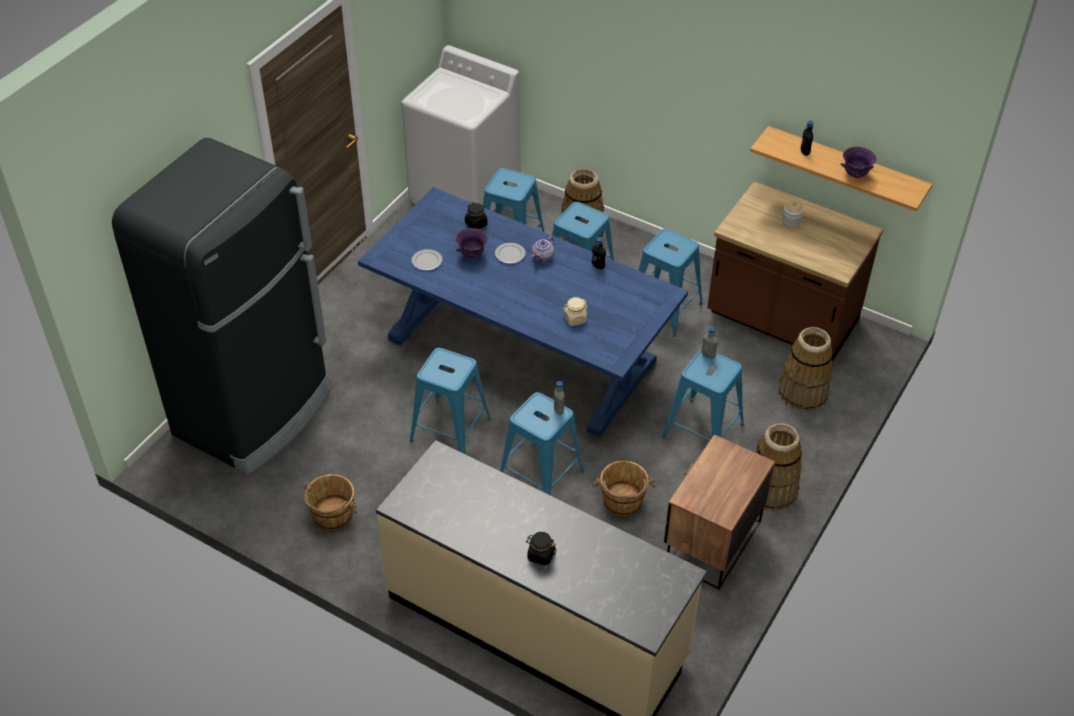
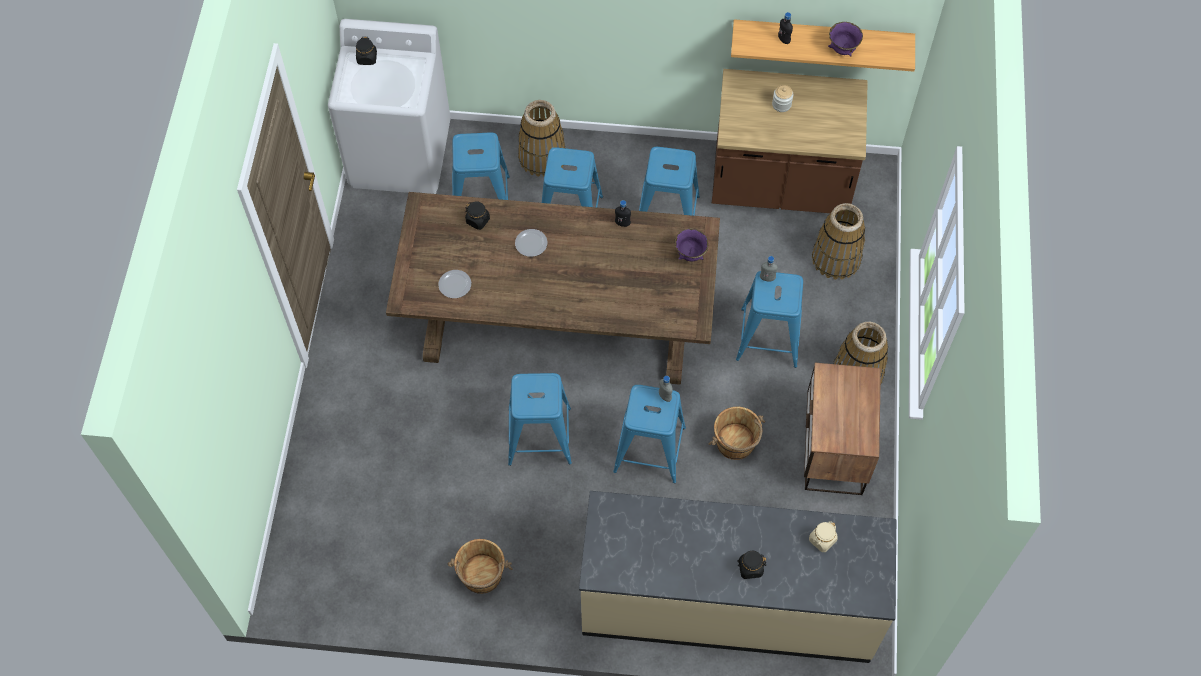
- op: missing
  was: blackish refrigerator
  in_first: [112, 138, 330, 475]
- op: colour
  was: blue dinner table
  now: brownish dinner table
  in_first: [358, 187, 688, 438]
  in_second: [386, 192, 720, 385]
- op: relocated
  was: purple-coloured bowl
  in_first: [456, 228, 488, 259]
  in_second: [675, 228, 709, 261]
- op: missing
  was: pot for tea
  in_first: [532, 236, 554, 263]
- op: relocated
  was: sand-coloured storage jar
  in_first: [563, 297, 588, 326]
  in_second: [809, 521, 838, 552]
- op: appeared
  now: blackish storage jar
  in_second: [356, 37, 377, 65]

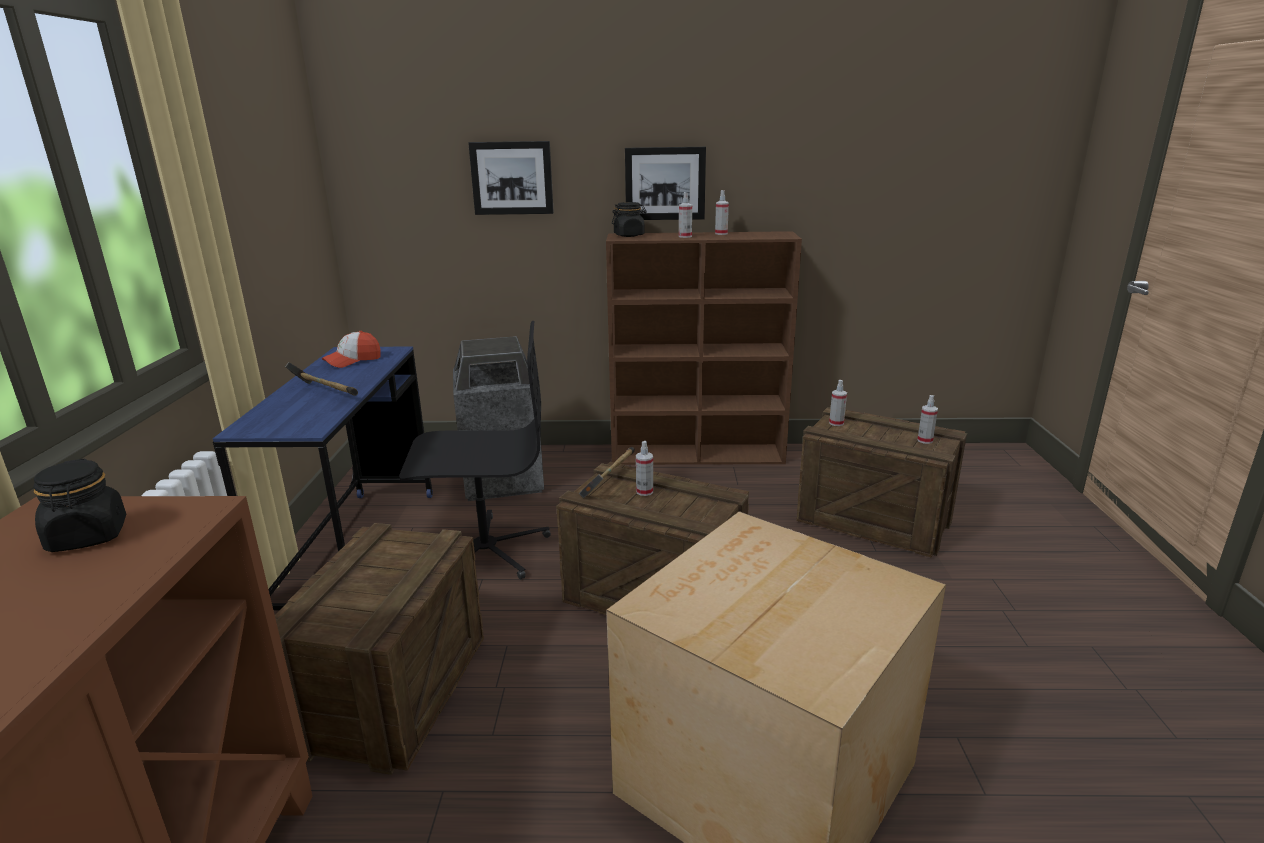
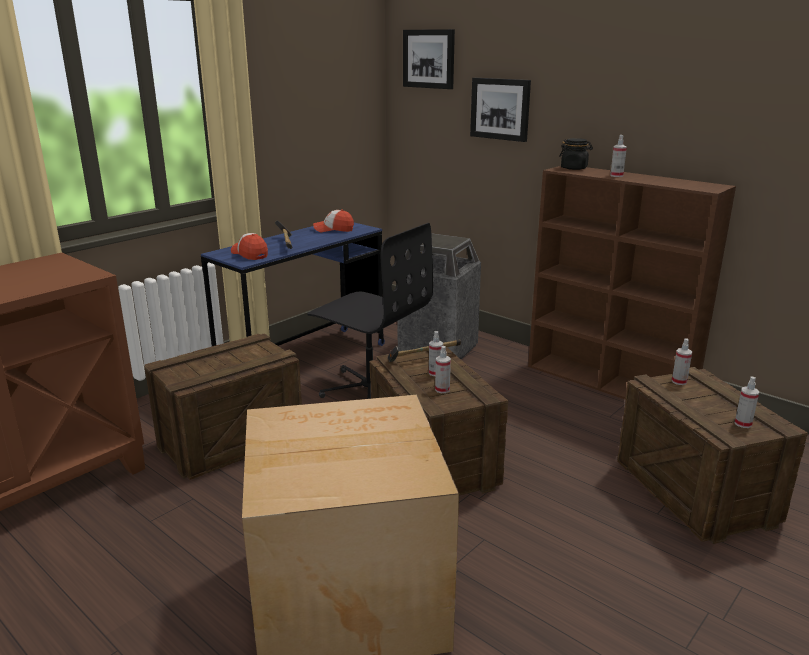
- op: missing
  was: blackish storage jar
  in_first: [33, 458, 126, 552]
- op: relocated
  was: wall art
  in_first: [625, 147, 706, 220]
  in_second: [403, 29, 455, 89]
- op: relocated
  was: sprayer
  in_first: [715, 190, 729, 235]
  in_second: [435, 346, 451, 393]
- op: appeared
  now: peaked cap
  in_second: [231, 233, 268, 260]

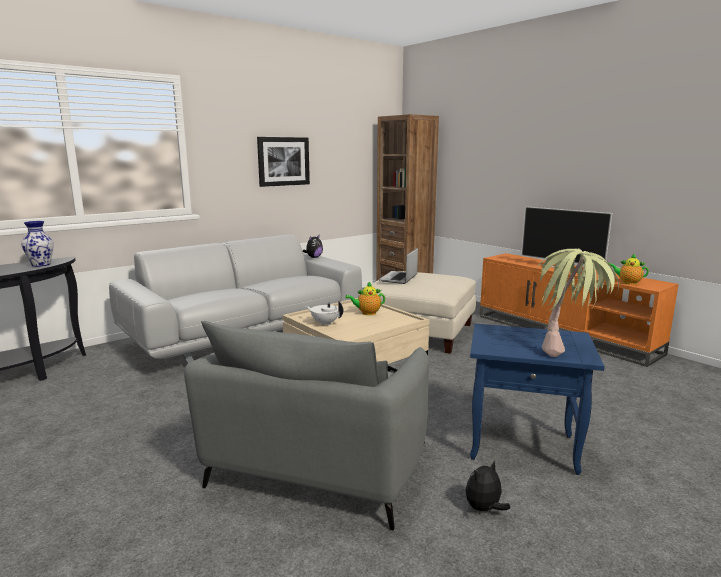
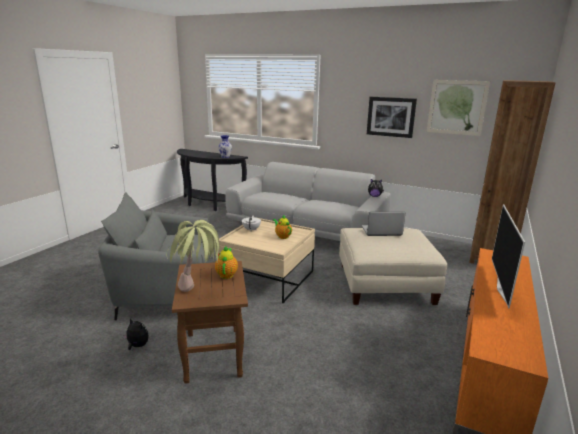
- op: colour
  was: blue side table
  now: brownish side table
  in_first: [470, 324, 605, 475]
  in_second: [172, 261, 248, 384]
- op: relocated
  was: pot for tea
  in_first: [609, 254, 649, 285]
  in_second: [215, 246, 238, 279]
- op: appeared
  now: wall art
  in_second: [427, 80, 490, 136]

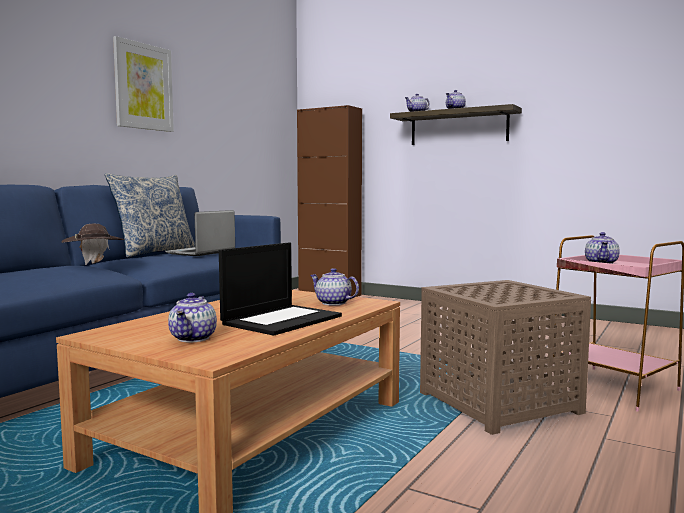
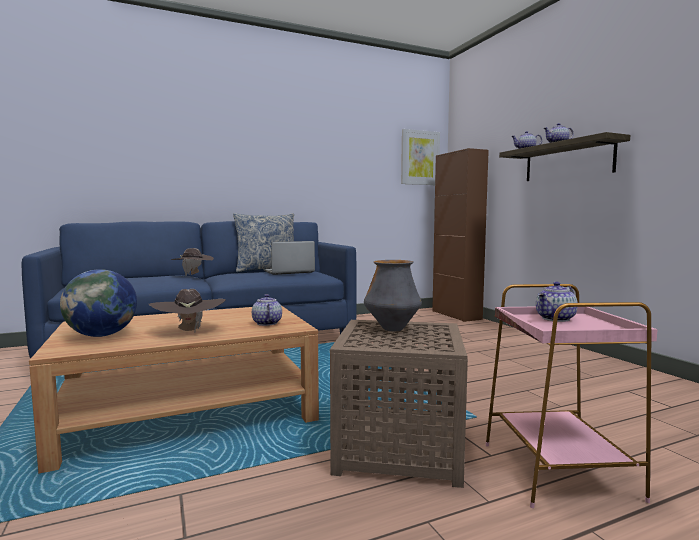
- op: relocated
  was: wall art
  in_first: [113, 36, 174, 132]
  in_second: [401, 129, 440, 185]
- op: exchanged
  was: pot for tea
  now: desk globe
  in_first: [168, 293, 217, 342]
  in_second: [60, 269, 137, 337]
- op: exchanged
  was: notebook computer
  now: brownish clothing hat
  in_first: [219, 243, 342, 336]
  in_second: [149, 289, 226, 332]
- op: appeared
  now: decorative vase
  in_second: [364, 260, 422, 331]

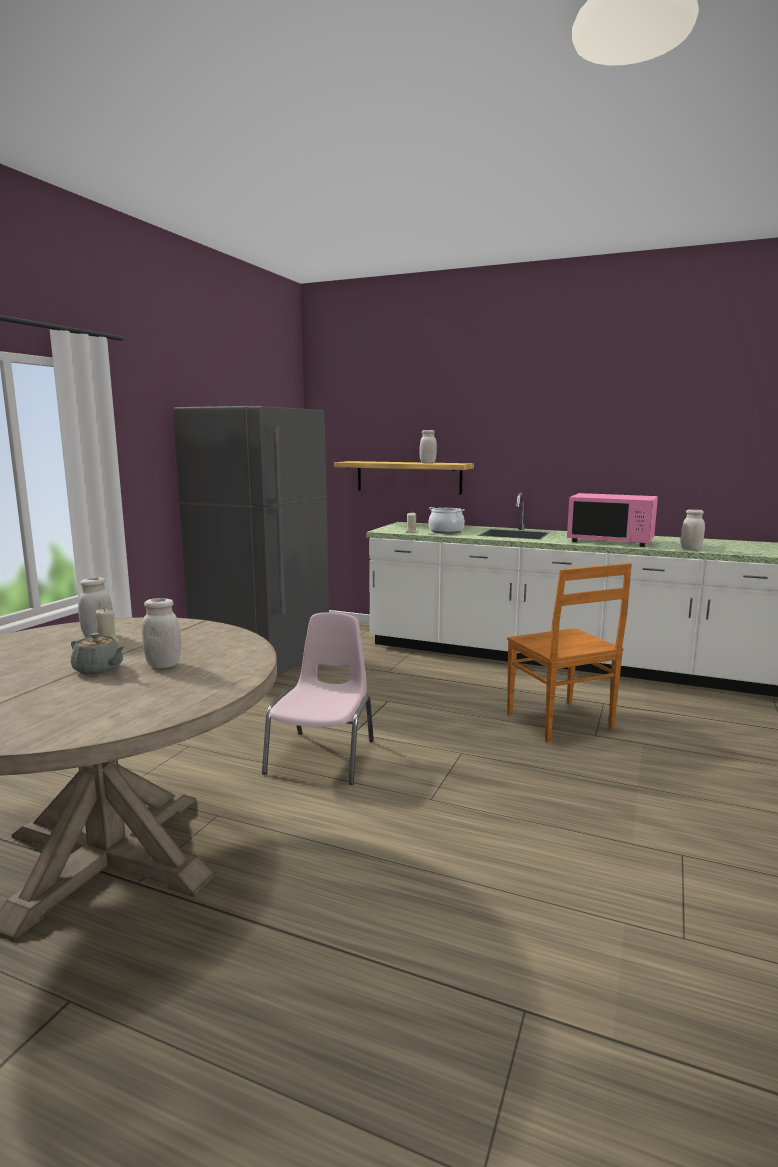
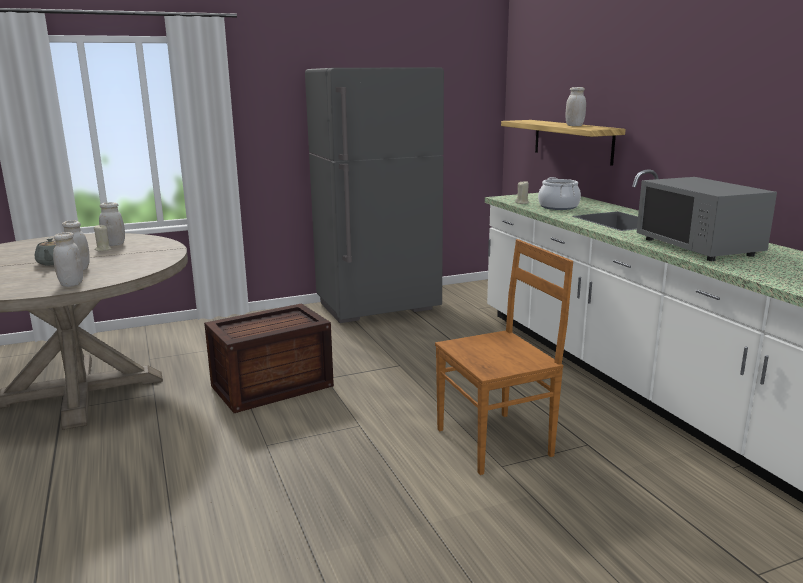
- op: exchanged
  was: pink plain chair
  now: crate
  in_first: [262, 612, 374, 785]
  in_second: [204, 303, 334, 413]
- op: spun
  was: brownish plain chair
  in_first: [507, 563, 632, 743]
  in_second: [435, 239, 573, 475]
  clockwise: -135
- op: colour
  was: pink kitchen microwave
  now: gray kitchen microwave
  in_first: [567, 493, 658, 547]
  in_second: [636, 177, 777, 261]
- op: relocated
  was: whitish storage jar
  in_first: [681, 509, 705, 550]
  in_second: [53, 232, 83, 287]

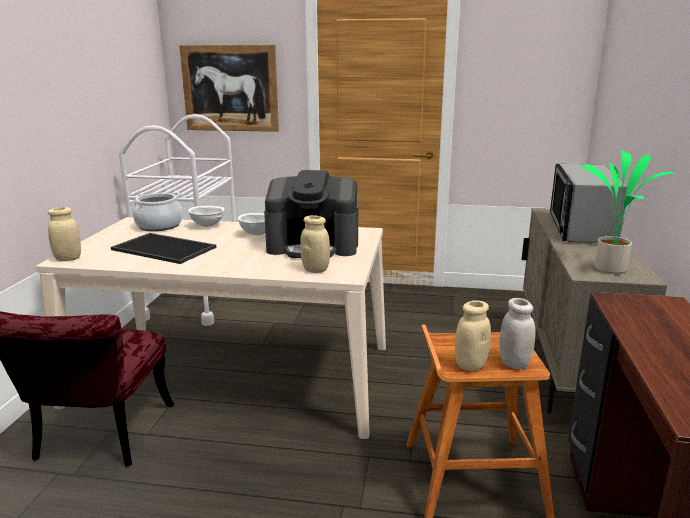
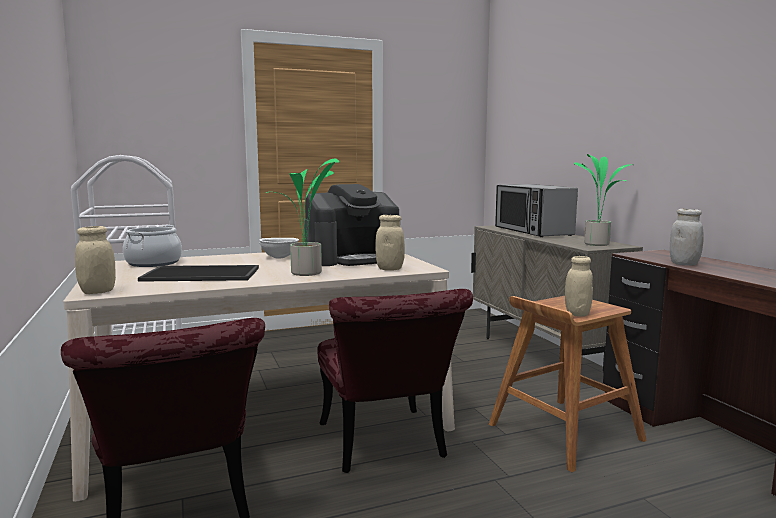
- op: missing
  was: wall art
  in_first: [179, 45, 279, 132]
- op: missing
  was: whitish bowl
  in_first: [188, 206, 224, 227]
- op: relocated
  was: whitish storage jar
  in_first: [499, 298, 536, 369]
  in_second: [670, 208, 704, 266]
- op: appeared
  now: plant in a pot
  in_second: [266, 159, 339, 276]
- op: appeared
  now: red-coloured plain chair
  in_second: [318, 289, 473, 473]

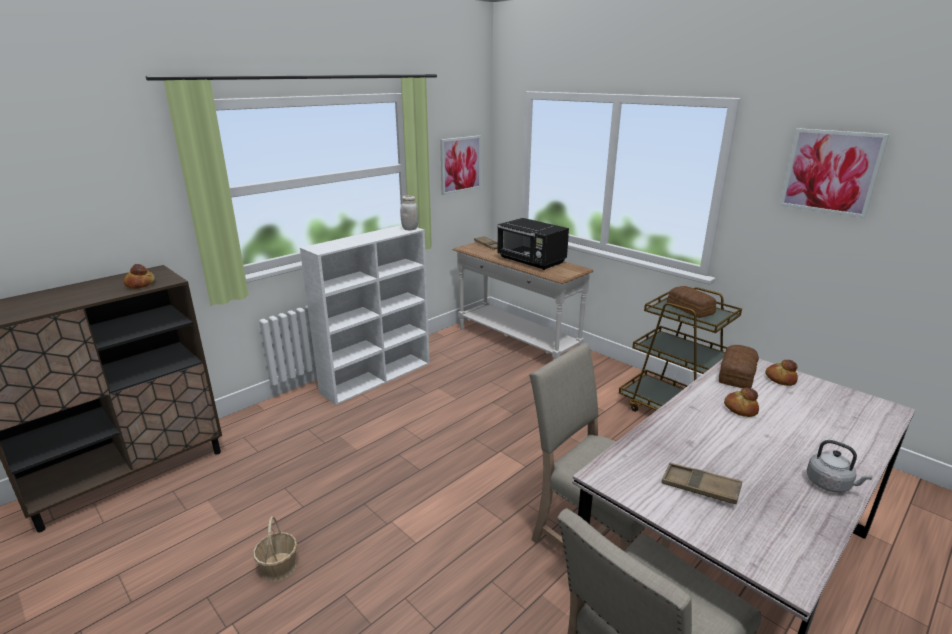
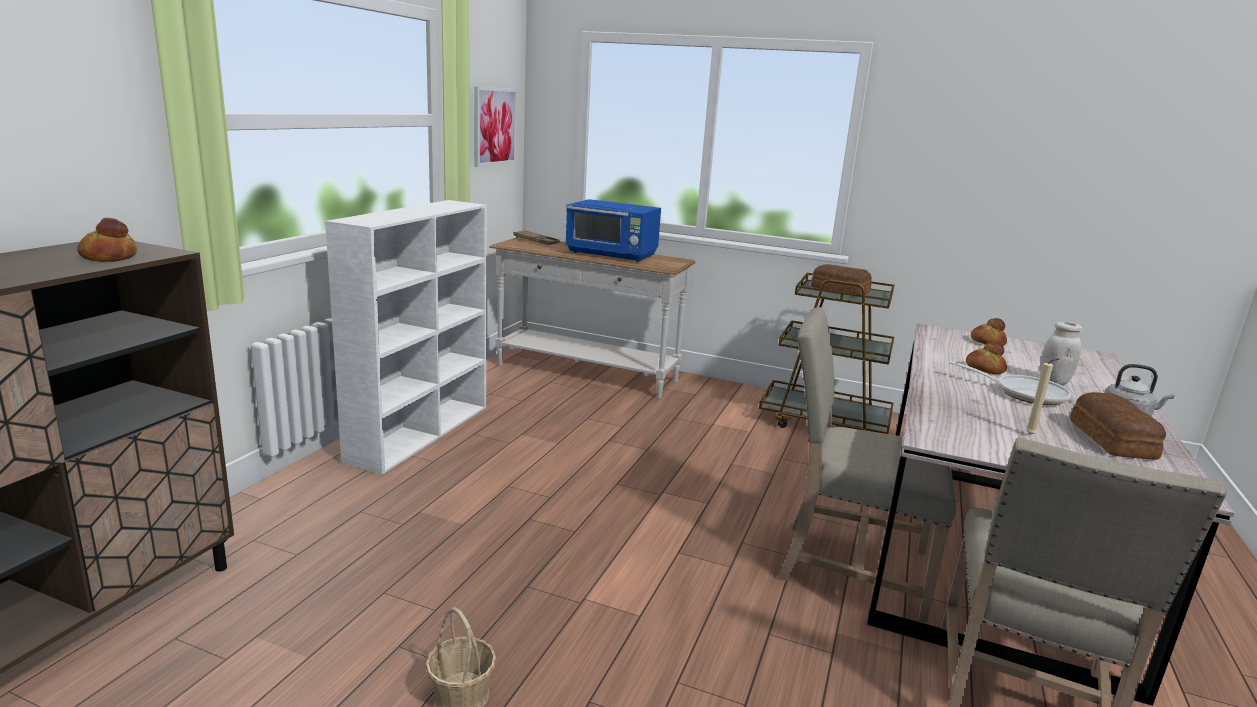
- op: relocated
  was: whitish storage jar
  in_first: [400, 196, 418, 230]
  in_second: [1039, 322, 1082, 385]
- op: colour
  was: blackish kitchen microwave
  now: blue kitchen microwave
  in_first: [497, 218, 569, 270]
  in_second: [566, 199, 661, 262]
- op: exchanged
  was: brownish tray
  now: sand-coloured wax light
  in_first: [662, 463, 742, 504]
  in_second: [1025, 358, 1059, 435]
- op: relocated
  was: bread
  in_first: [719, 345, 759, 388]
  in_second: [1070, 392, 1166, 460]
- op: missing
  was: wall art
  in_first: [779, 128, 889, 218]
- op: appeared
  now: pan
  in_second: [949, 361, 1071, 405]

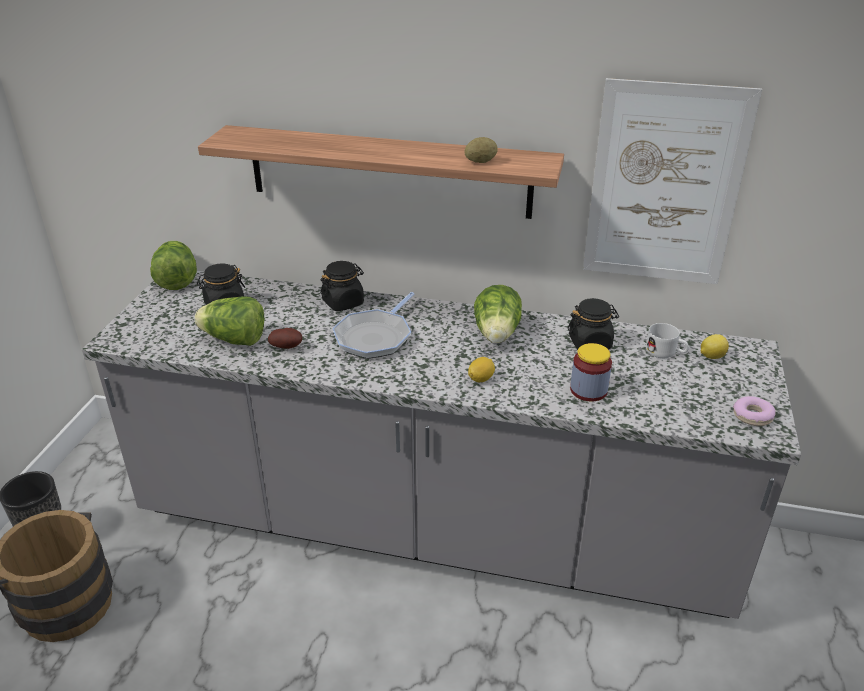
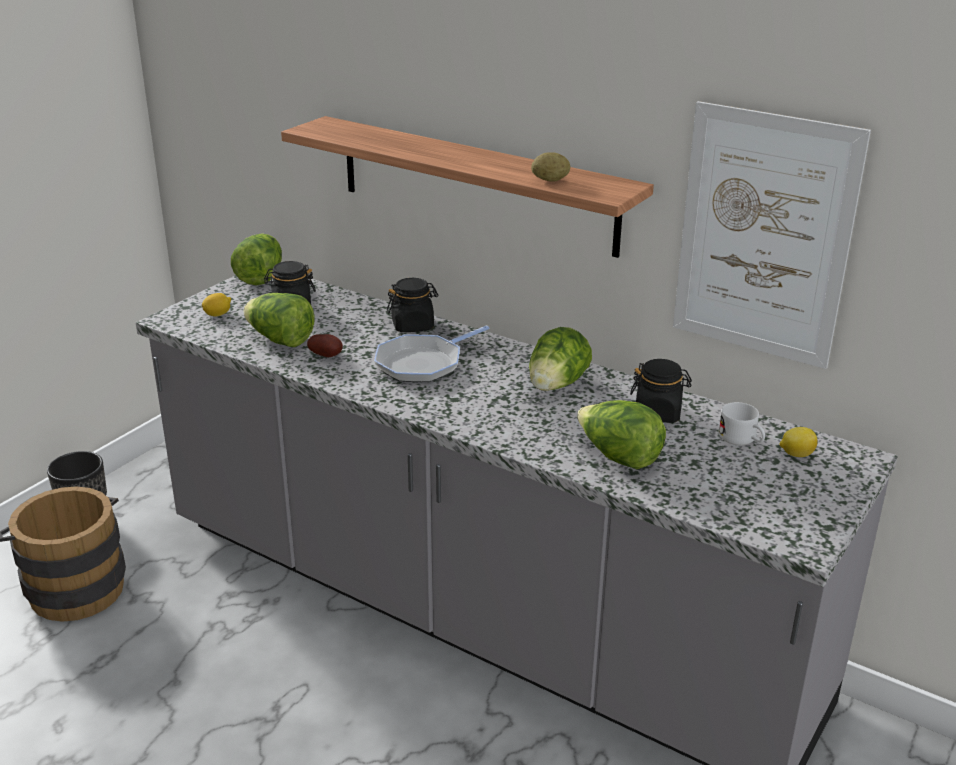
- op: relocated
  was: citrus fruit
  in_first: [468, 357, 495, 382]
  in_second: [202, 293, 231, 317]
- op: exchanged
  was: storage jar
  now: head of lettuce
  in_first: [570, 343, 612, 401]
  in_second: [577, 400, 666, 469]
- op: missing
  was: ring doughnut
  in_first: [733, 396, 776, 426]

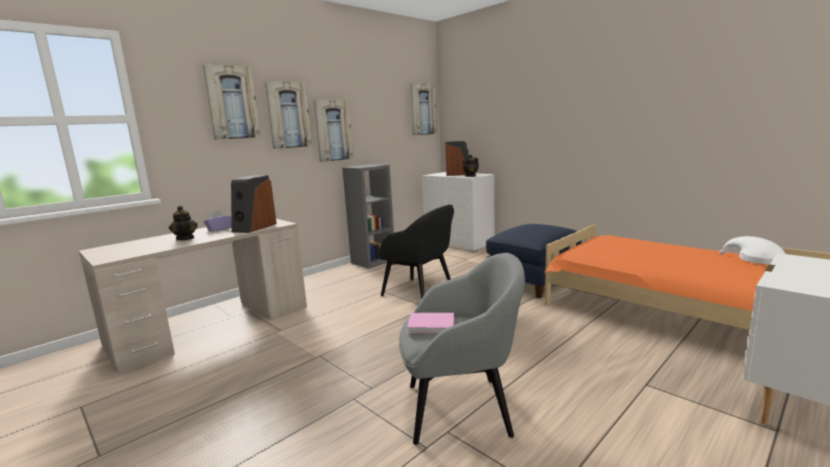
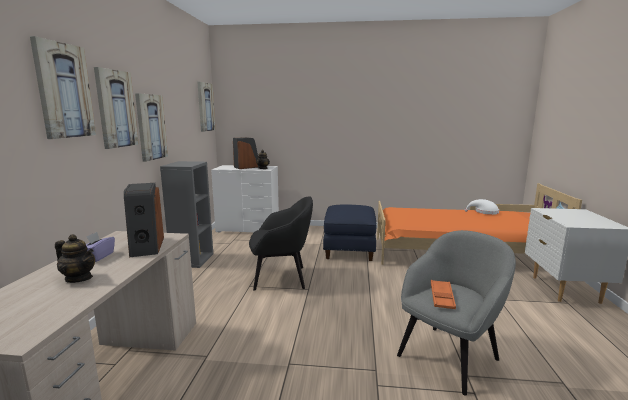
- op: exchanged
  was: pink book
  now: orange tray
  in_first: [407, 313, 454, 333]
  in_second: [431, 280, 456, 309]

